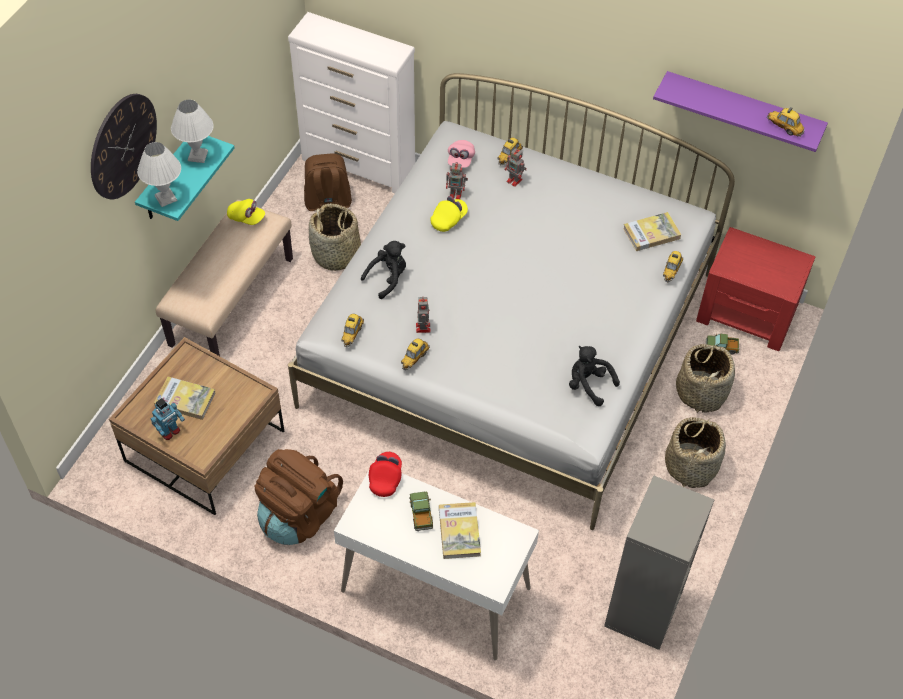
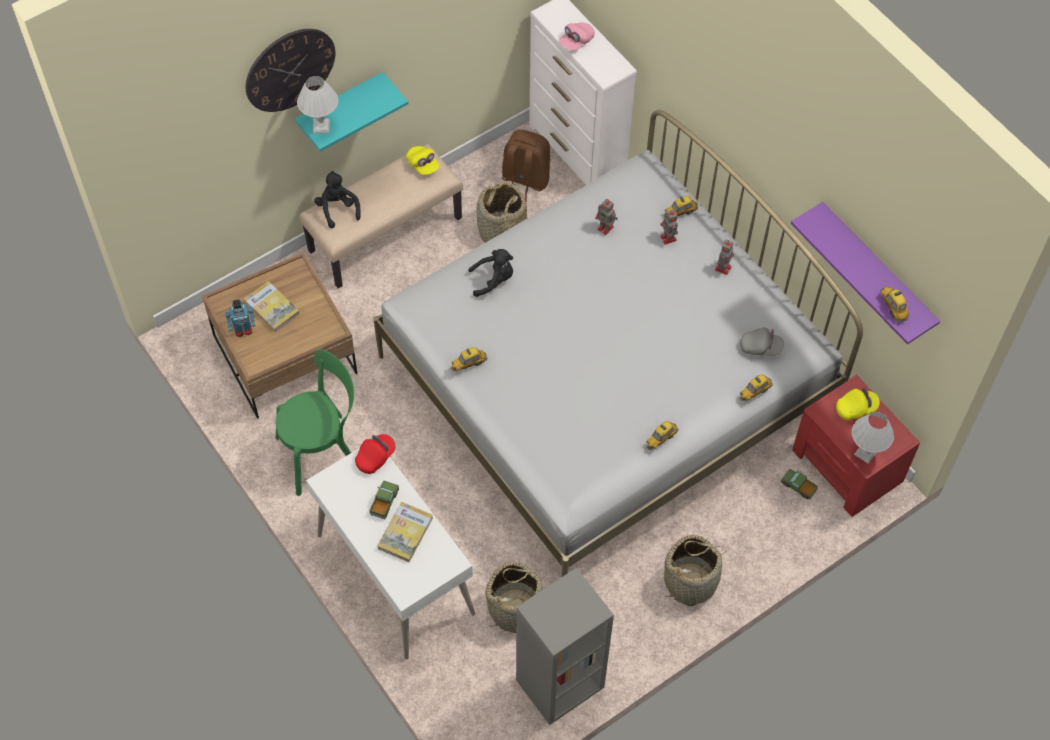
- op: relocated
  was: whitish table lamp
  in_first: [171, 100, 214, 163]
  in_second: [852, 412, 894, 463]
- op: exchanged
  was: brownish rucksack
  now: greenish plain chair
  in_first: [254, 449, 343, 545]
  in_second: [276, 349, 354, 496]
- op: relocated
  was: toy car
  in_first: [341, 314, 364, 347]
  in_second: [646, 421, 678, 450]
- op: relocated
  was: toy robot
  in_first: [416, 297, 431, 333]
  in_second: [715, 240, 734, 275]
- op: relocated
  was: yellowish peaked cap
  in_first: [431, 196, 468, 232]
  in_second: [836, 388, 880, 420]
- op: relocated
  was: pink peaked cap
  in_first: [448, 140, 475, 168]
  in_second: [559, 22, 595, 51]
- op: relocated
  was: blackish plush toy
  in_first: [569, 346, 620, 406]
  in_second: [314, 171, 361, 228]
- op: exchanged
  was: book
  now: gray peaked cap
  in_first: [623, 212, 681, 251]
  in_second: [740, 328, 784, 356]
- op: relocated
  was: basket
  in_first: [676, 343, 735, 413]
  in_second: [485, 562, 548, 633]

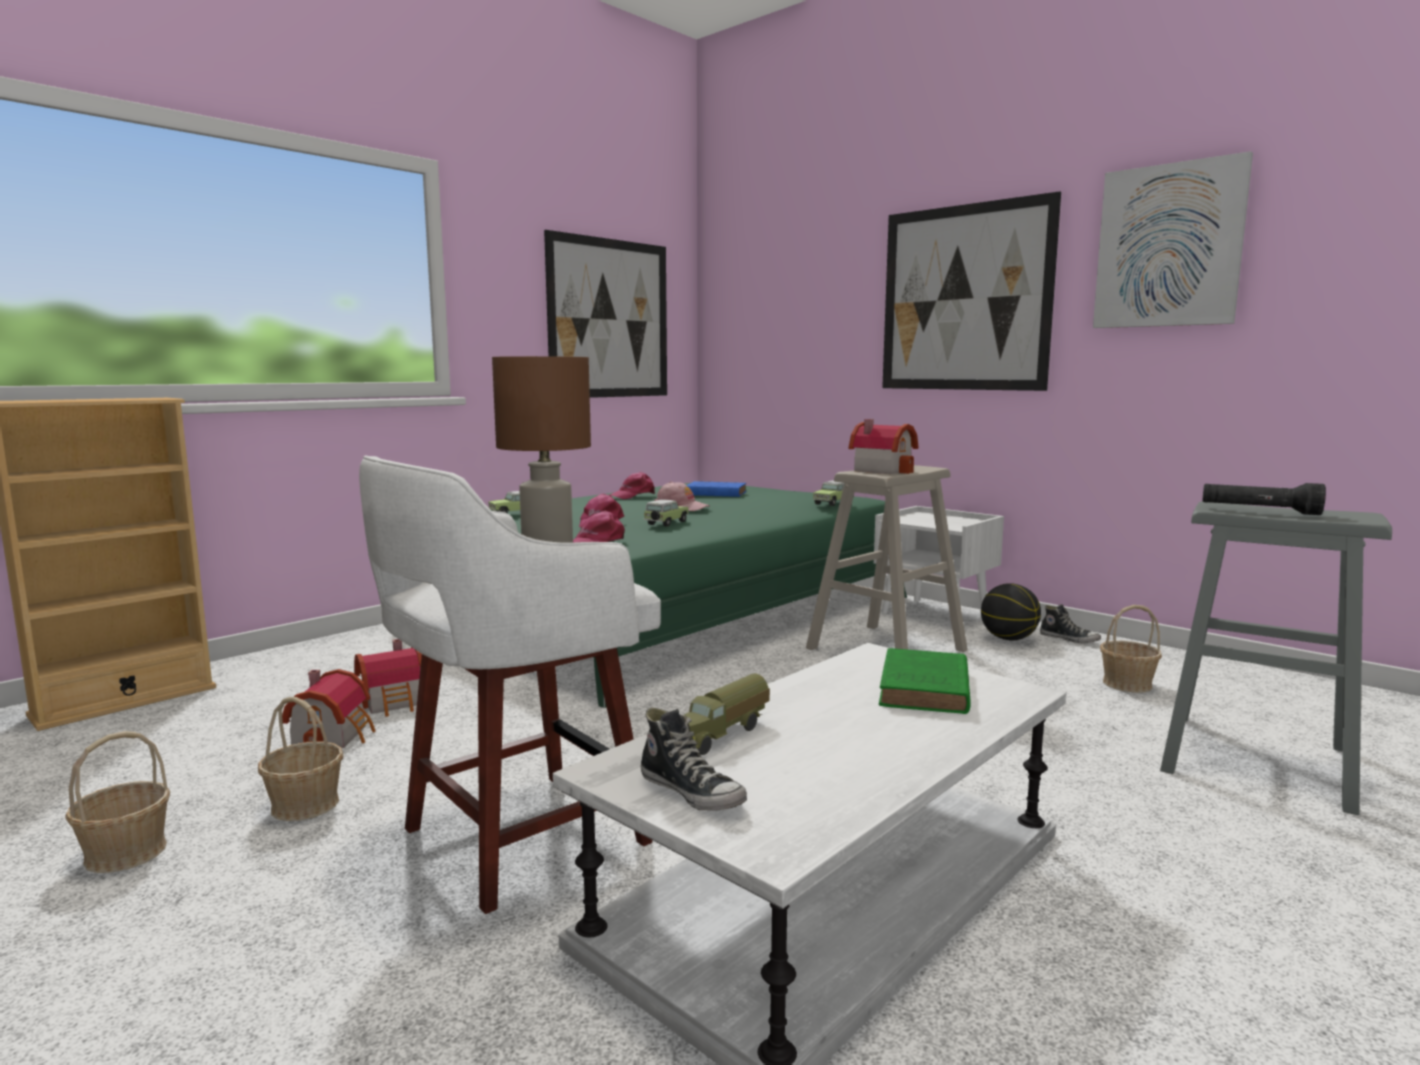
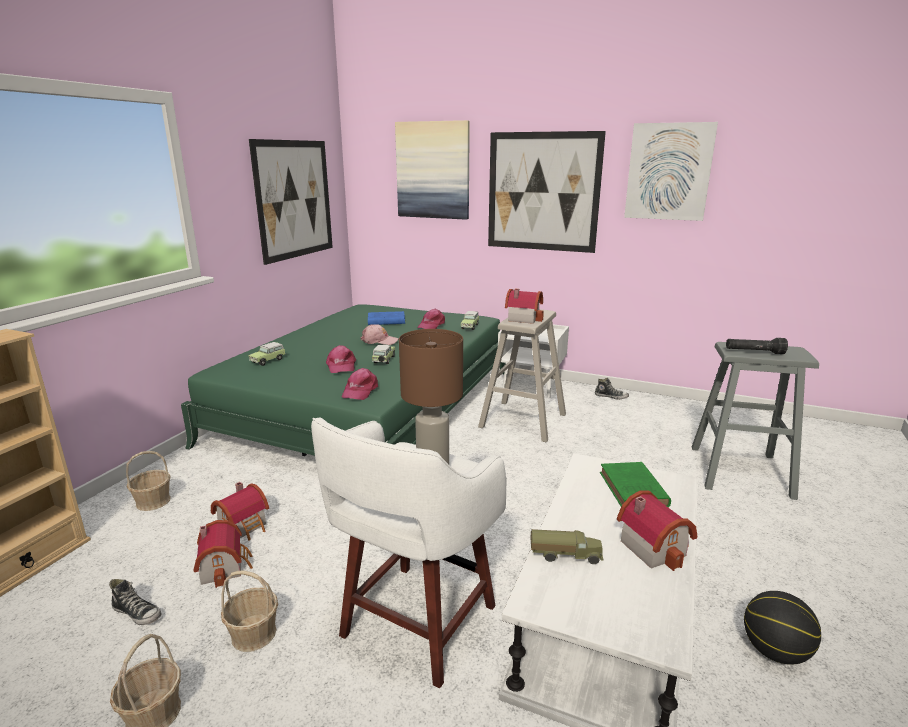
- op: relocated
  was: pink peaked cap
  in_first: [610, 472, 655, 499]
  in_second: [417, 309, 445, 329]
- op: relocated
  was: item of footwear
  in_first: [641, 708, 747, 811]
  in_second: [109, 579, 161, 625]
- op: spun
  was: toy lorry
  in_first: [685, 673, 770, 755]
  in_second: [530, 529, 603, 564]
  clockwise: -105
- op: relocated
  was: ball for basketball
  in_first: [981, 583, 1041, 640]
  in_second: [744, 591, 821, 665]
- op: relocated
  was: basket
  in_first: [1100, 605, 1162, 692]
  in_second: [126, 451, 171, 511]
- op: appeared
  now: wall art
  in_second: [395, 120, 470, 220]
- op: appeared
  now: model house
  in_second: [617, 491, 697, 571]

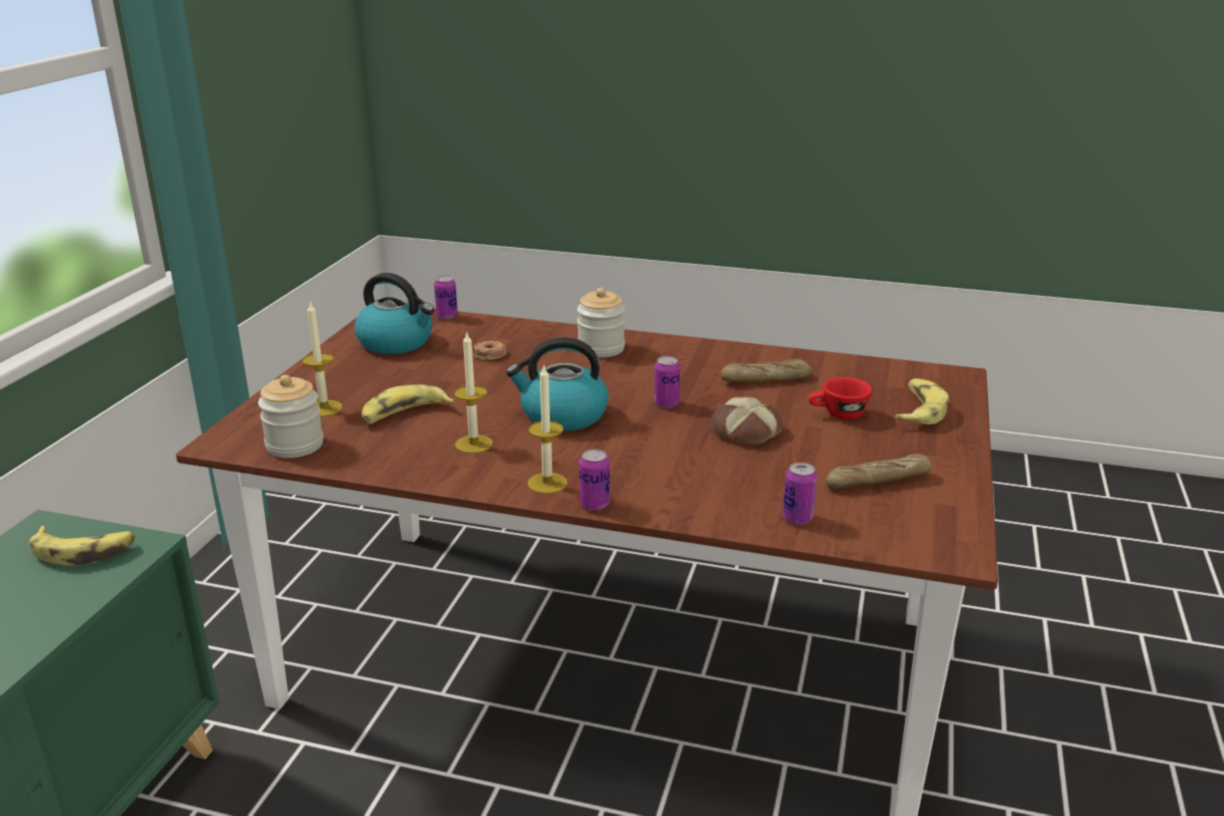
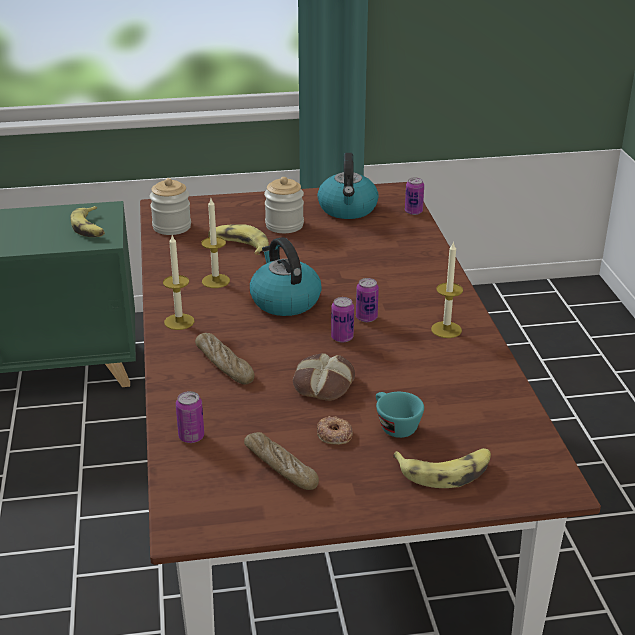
- op: relocated
  was: wax light
  in_first: [302, 301, 342, 417]
  in_second: [431, 241, 463, 338]
- op: relocated
  was: ring doughnut
  in_first: [473, 340, 507, 360]
  in_second: [317, 416, 353, 445]
- op: relocated
  was: storage jar
  in_first: [577, 288, 625, 357]
  in_second: [264, 177, 304, 233]
- op: relocated
  was: can
  in_first: [579, 449, 610, 511]
  in_second: [356, 278, 379, 322]
- op: relocated
  was: bread
  in_first: [720, 359, 812, 382]
  in_second: [195, 333, 254, 385]
- op: colour
  was: red-coloured drinking cup
  now: turquoise-coloured drinking cup
  in_first: [809, 377, 872, 420]
  in_second: [376, 392, 424, 438]

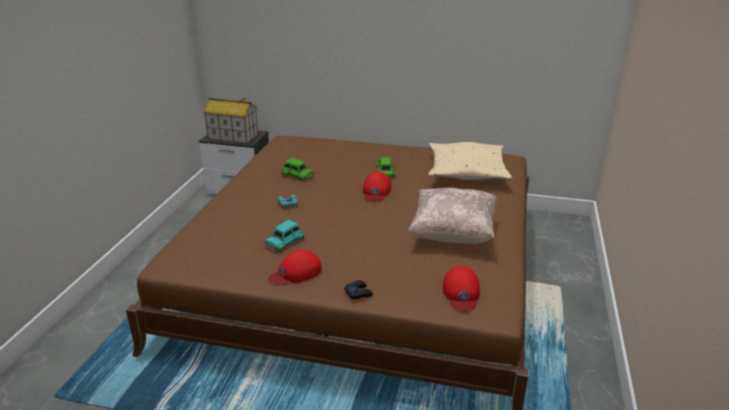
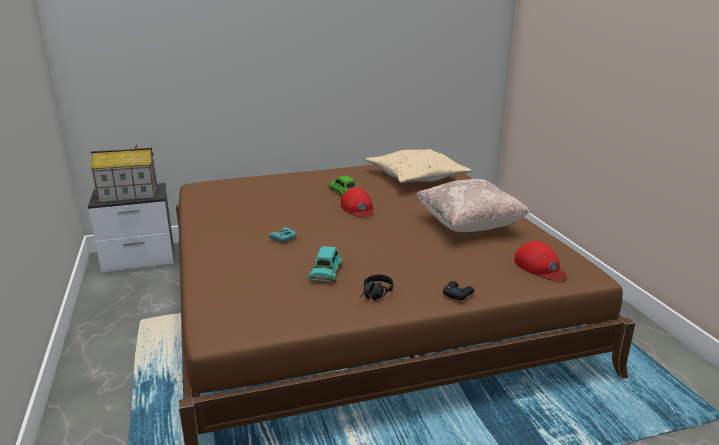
- op: exchanged
  was: red-coloured peaked cap
  now: blackish pair of headphones
  in_first: [269, 249, 322, 285]
  in_second: [359, 274, 393, 301]
- op: missing
  was: greenish toy car
  in_first: [281, 158, 315, 181]

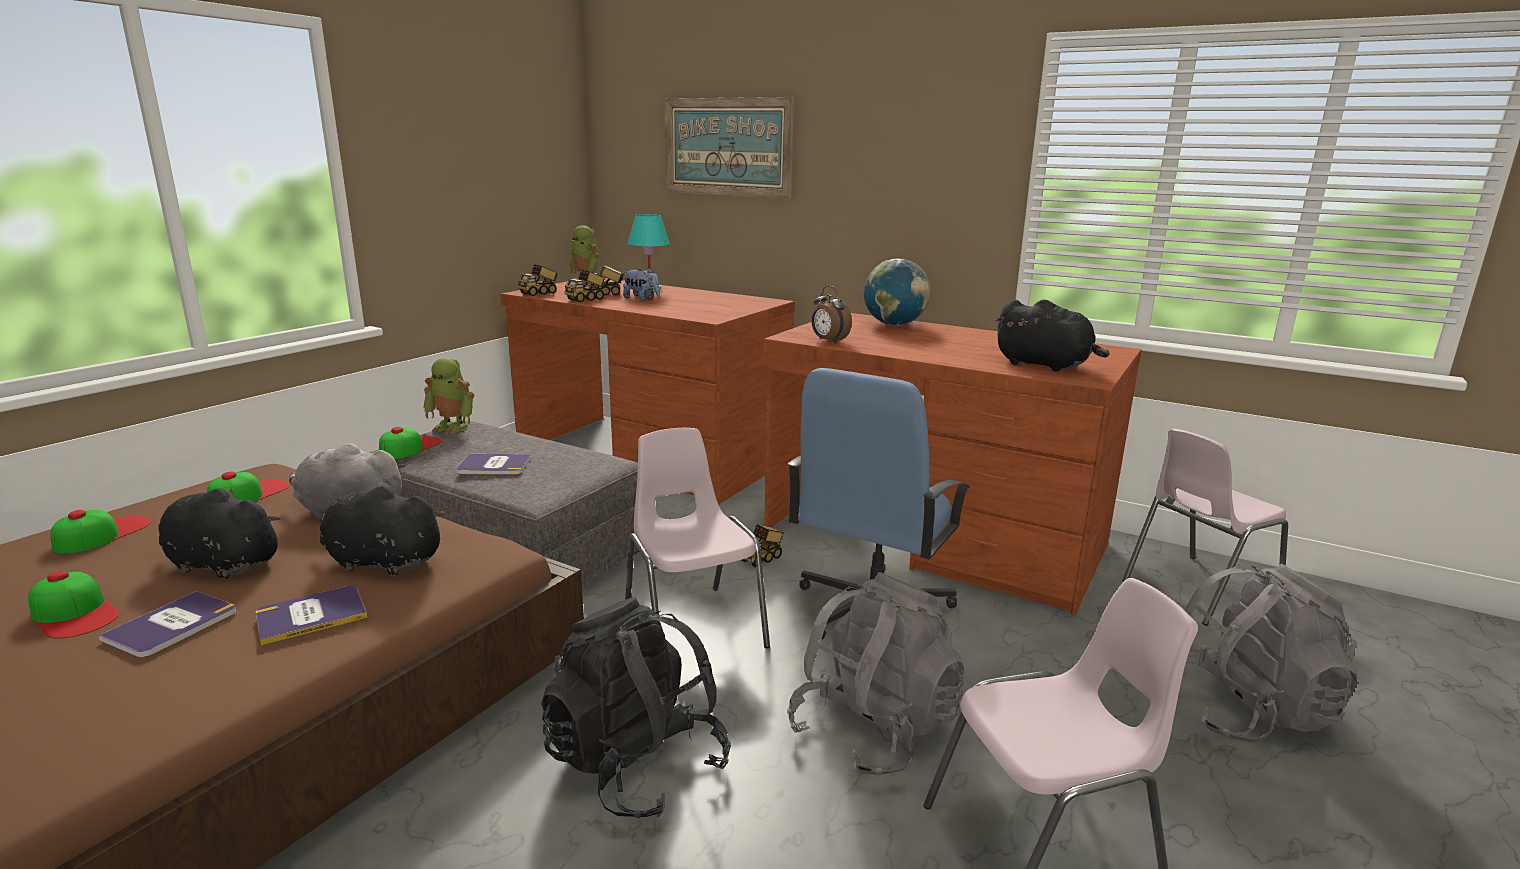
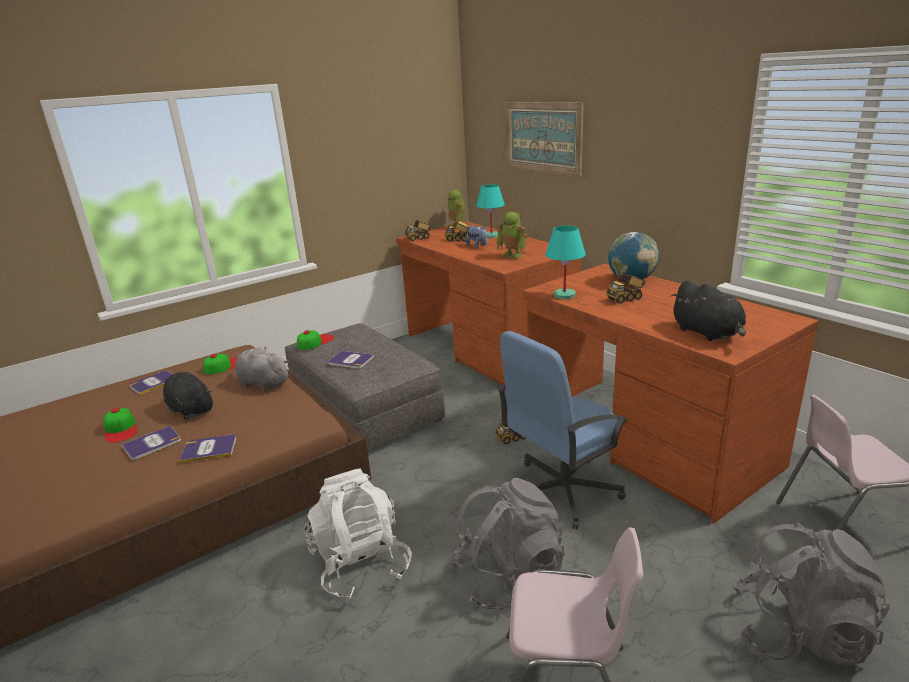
- op: exchanged
  was: peaked cap
  now: book
  in_first: [50, 510, 152, 554]
  in_second: [129, 370, 173, 395]
- op: missing
  was: blackish plush toy
  in_first: [320, 486, 445, 576]
- op: relocated
  was: toy robot
  in_first: [423, 358, 474, 435]
  in_second: [497, 212, 528, 260]
- op: colour
  was: blackish rucksack
  now: whitish rucksack
  in_first: [541, 597, 731, 818]
  in_second: [304, 468, 412, 599]
- op: relocated
  was: toy lorry
  in_first: [565, 270, 606, 302]
  in_second: [606, 272, 645, 304]
- op: missing
  was: pink plain chair
  in_first: [625, 428, 770, 648]
- op: exchanged
  was: table clock
  now: turquoise-coloured table lamp
  in_first: [811, 286, 852, 343]
  in_second: [545, 226, 586, 299]

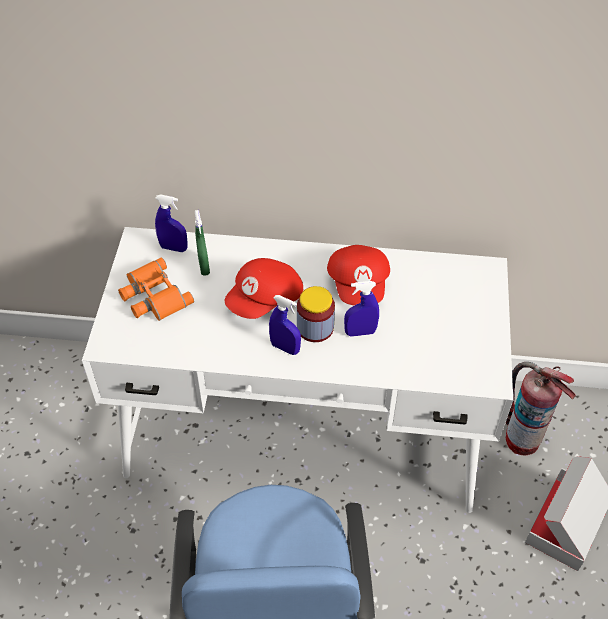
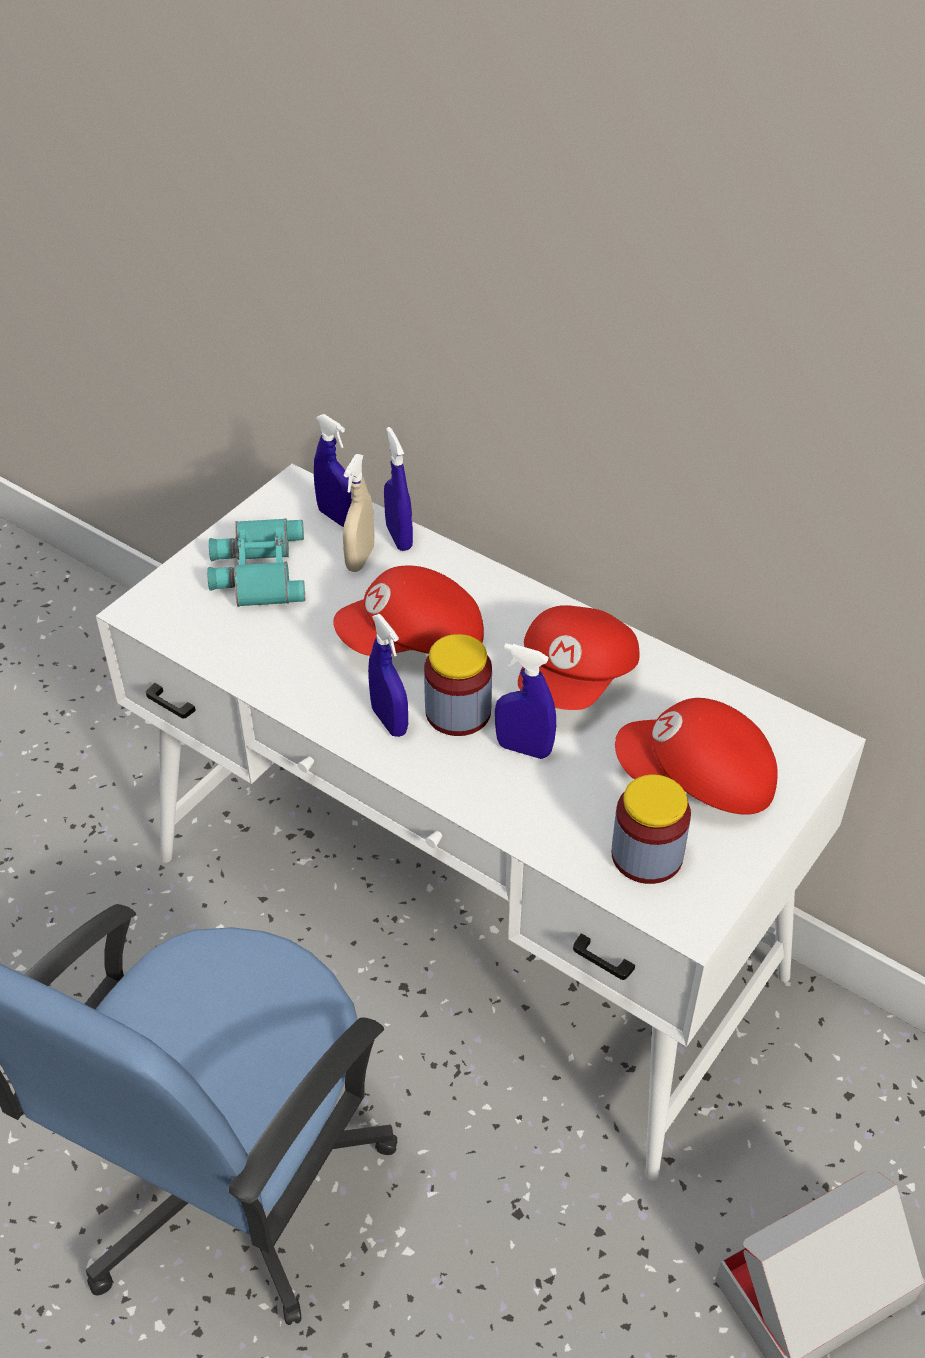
- op: colour
  was: orange binoculars
  now: turquoise-coloured binoculars
  in_first: [118, 258, 194, 321]
  in_second: [207, 518, 305, 607]
- op: colour
  was: greenish sprayer
  now: sand-coloured sprayer
  in_first: [195, 210, 210, 276]
  in_second: [343, 454, 374, 572]
- op: missing
  was: extinguisher
  in_first: [506, 362, 576, 455]
- op: appeared
  now: blue sprayer
  in_second: [384, 427, 413, 551]
- op: appeared
  now: storage jar
  in_second: [612, 774, 691, 884]
- op: appeared
  now: red-coloured peaked cap
  in_second: [615, 698, 778, 815]

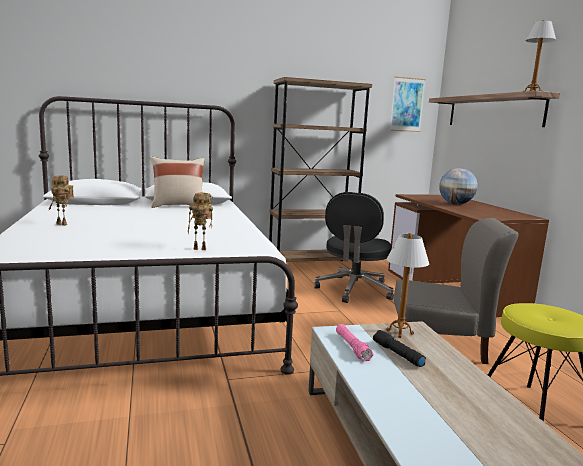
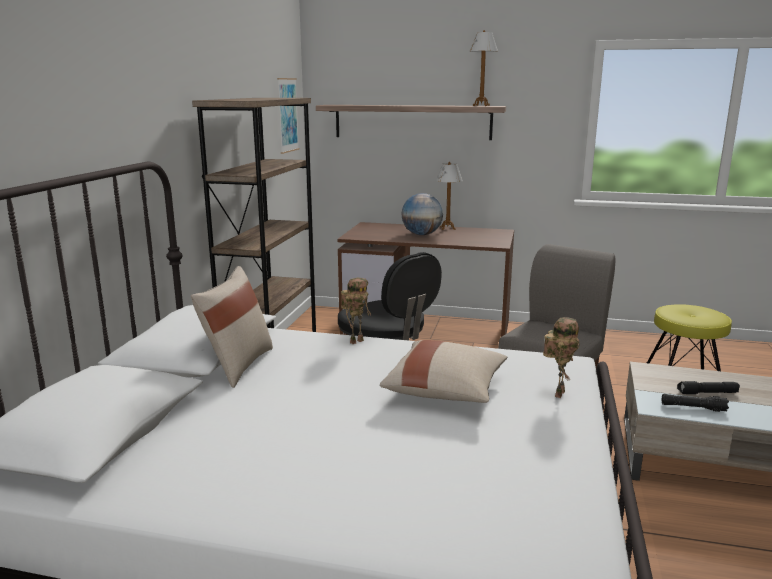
- op: relocated
  was: toy robot
  in_first: [48, 175, 74, 226]
  in_second: [341, 278, 371, 344]
- op: colour
  was: pink torch
  now: blackish torch
  in_first: [336, 324, 373, 362]
  in_second: [662, 394, 729, 412]
- op: relocated
  was: table lamp
  in_first: [386, 233, 429, 338]
  in_second: [436, 162, 463, 230]
- op: appeared
  now: sand-coloured throw pillow
  in_second: [380, 340, 507, 403]

